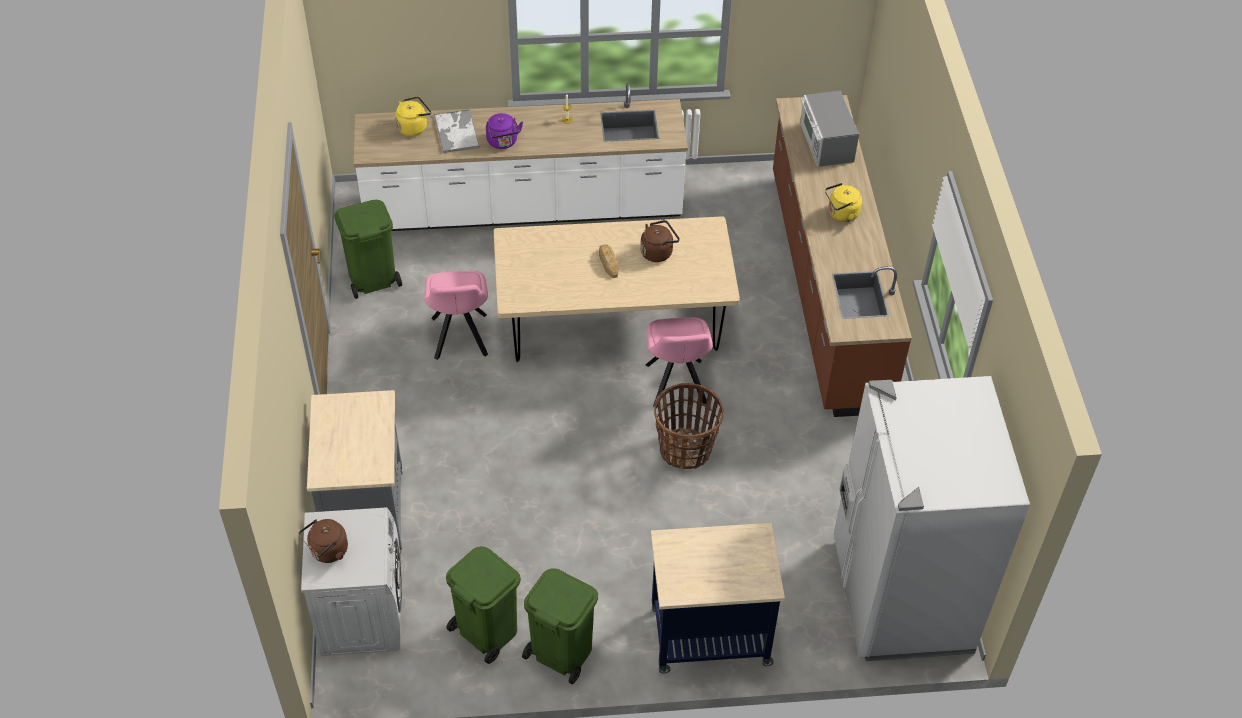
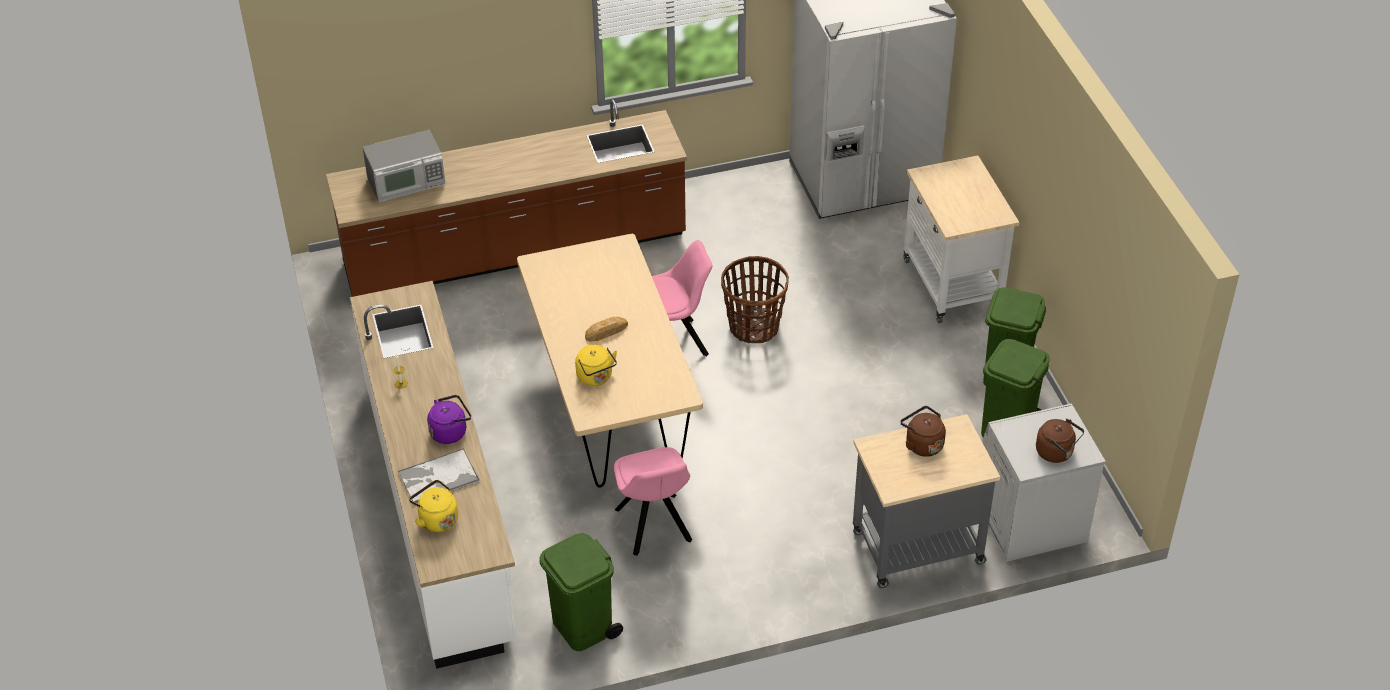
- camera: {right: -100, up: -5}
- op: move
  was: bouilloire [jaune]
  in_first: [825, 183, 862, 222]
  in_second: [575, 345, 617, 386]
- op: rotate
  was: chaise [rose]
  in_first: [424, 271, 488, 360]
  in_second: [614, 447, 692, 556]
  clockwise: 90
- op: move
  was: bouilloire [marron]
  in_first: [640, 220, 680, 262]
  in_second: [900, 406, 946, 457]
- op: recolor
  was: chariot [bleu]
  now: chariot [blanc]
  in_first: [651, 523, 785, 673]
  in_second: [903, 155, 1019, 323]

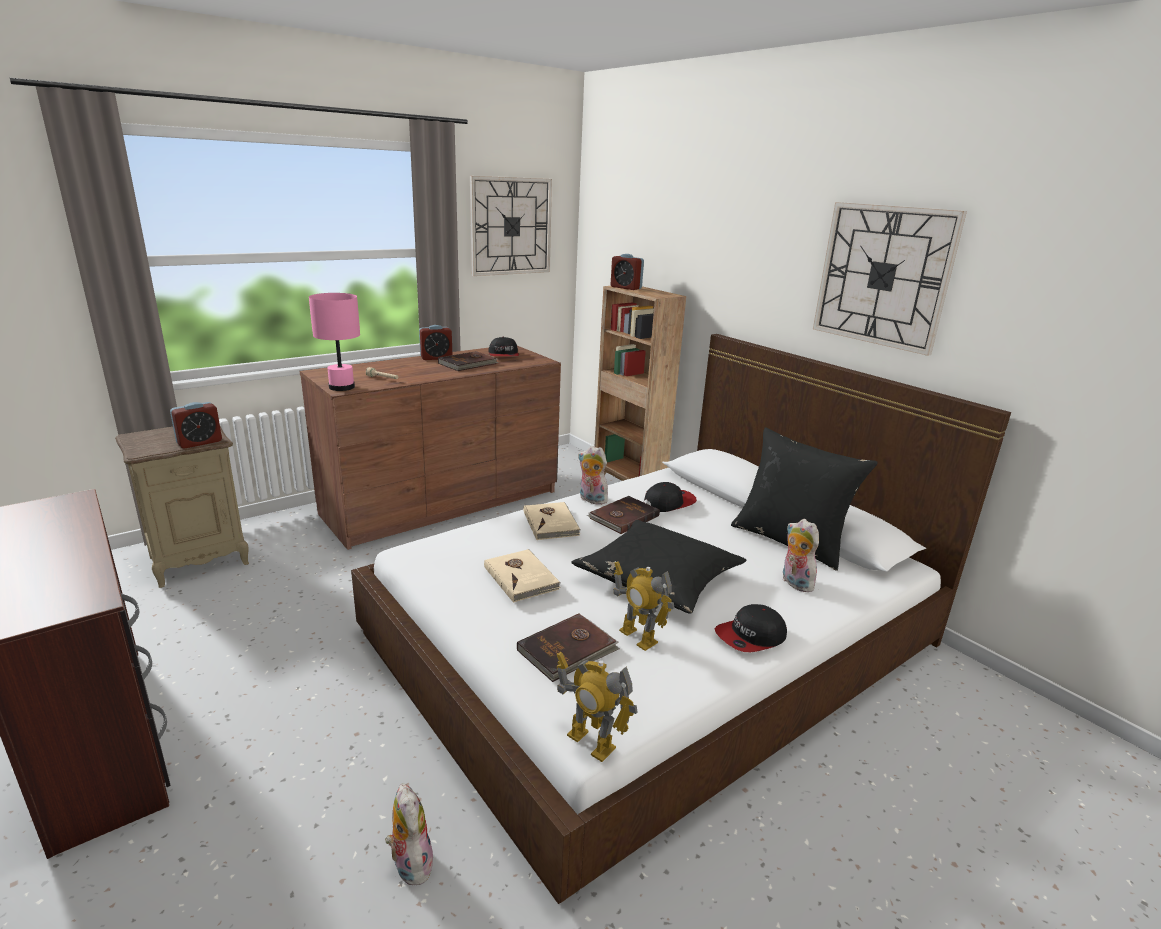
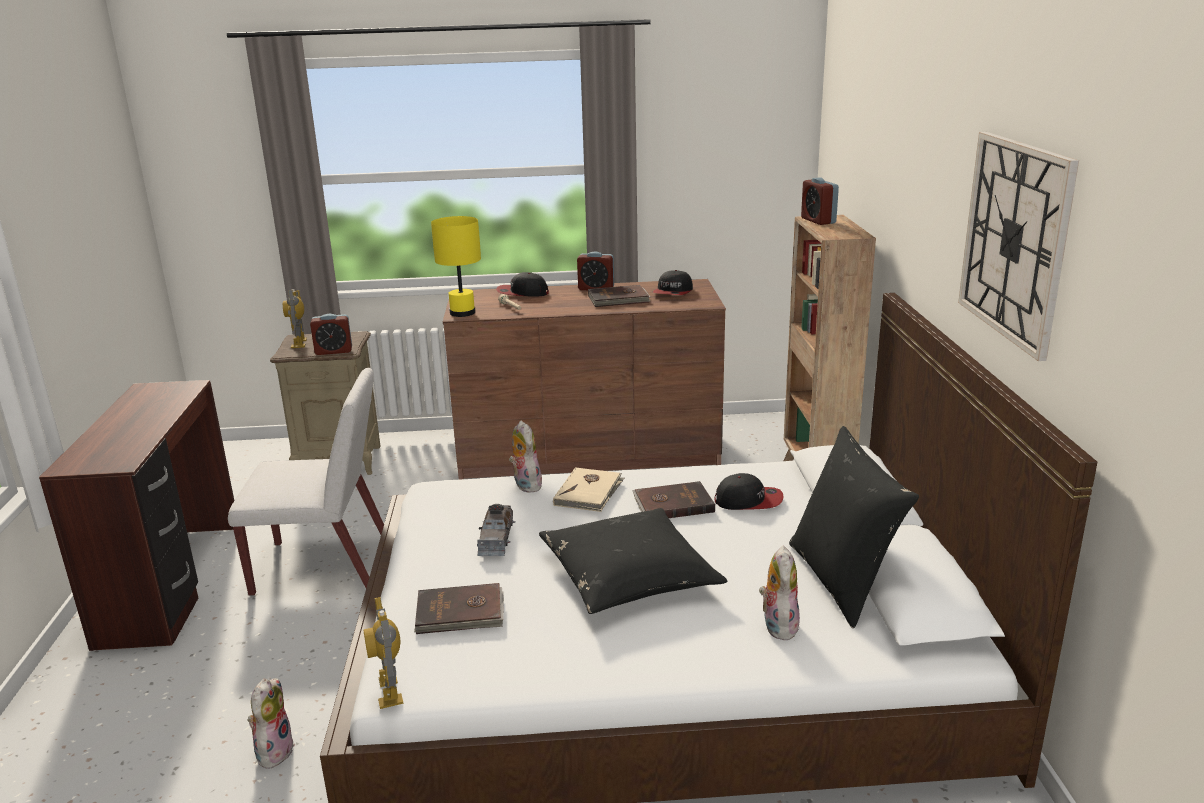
- camera: {right: 35, up: 0}
- op: insert
  now: chaise [blanc]
  in_second: [228, 368, 384, 596]
- op: move
  was: robot jouet
  in_first: [613, 562, 674, 651]
  in_second: [283, 289, 307, 348]
- op: recolor
  was: lampe de table [rose]
  now: lampe de table [jaune]
  in_first: [309, 293, 360, 391]
  in_second: [431, 216, 481, 317]
- op: replace
  was: livre [beige]
  now: petite voiture [gris]
  in_first: [484, 549, 561, 603]
  in_second: [477, 504, 515, 556]
- op: move
  was: casquette
  in_first: [714, 604, 787, 652]
  in_second: [496, 272, 549, 296]
- op: move
  was: peluche
  in_first: [578, 446, 608, 505]
  in_second: [509, 421, 542, 492]
- op: delete
  was: horloge murale
  in_first: [470, 176, 552, 276]

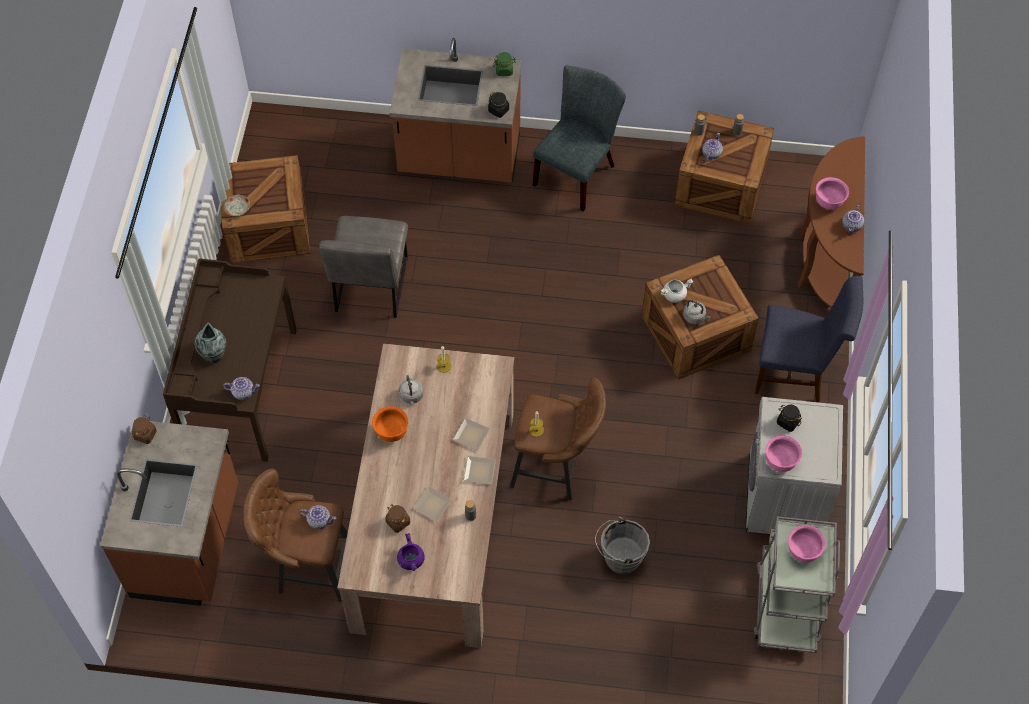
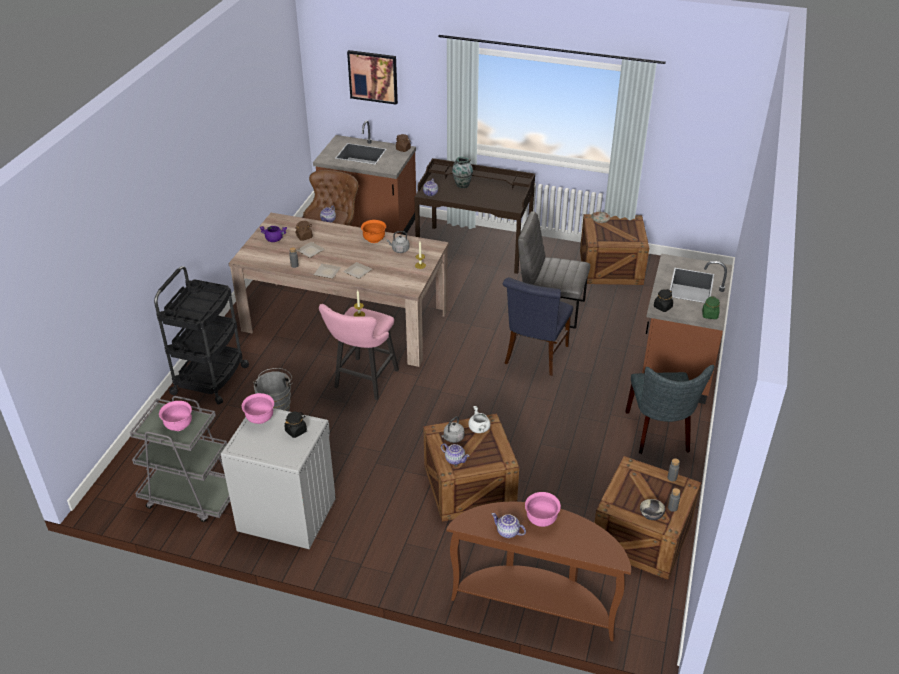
- camera: {right: 100, up: -20}
- op: insert
  now: chariot [noir]
  in_second: [154, 266, 249, 405]
- op: recolor
  was: tabouret [marron]
  now: tabouret [rose]
  in_first: [510, 378, 606, 500]
  in_second: [319, 304, 399, 400]
- op: insert
  now: tableau
  in_second: [347, 50, 398, 105]
- op: move
  was: théière
  in_first: [702, 133, 723, 162]
  in_second: [441, 443, 469, 465]
- op: move
  was: chaise [bleu]
  in_first: [755, 276, 863, 403]
  in_second: [503, 277, 573, 376]
- op: rotate
  was: chaise [gris]
  in_first: [532, 66, 626, 212]
  in_second: [625, 365, 715, 454]
  clockwise: 45
- op: insert
  now: bol
  in_second: [640, 499, 665, 520]

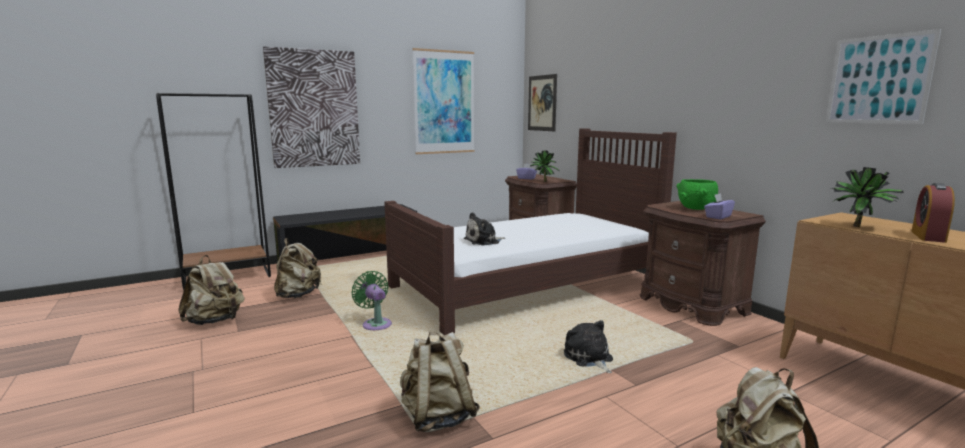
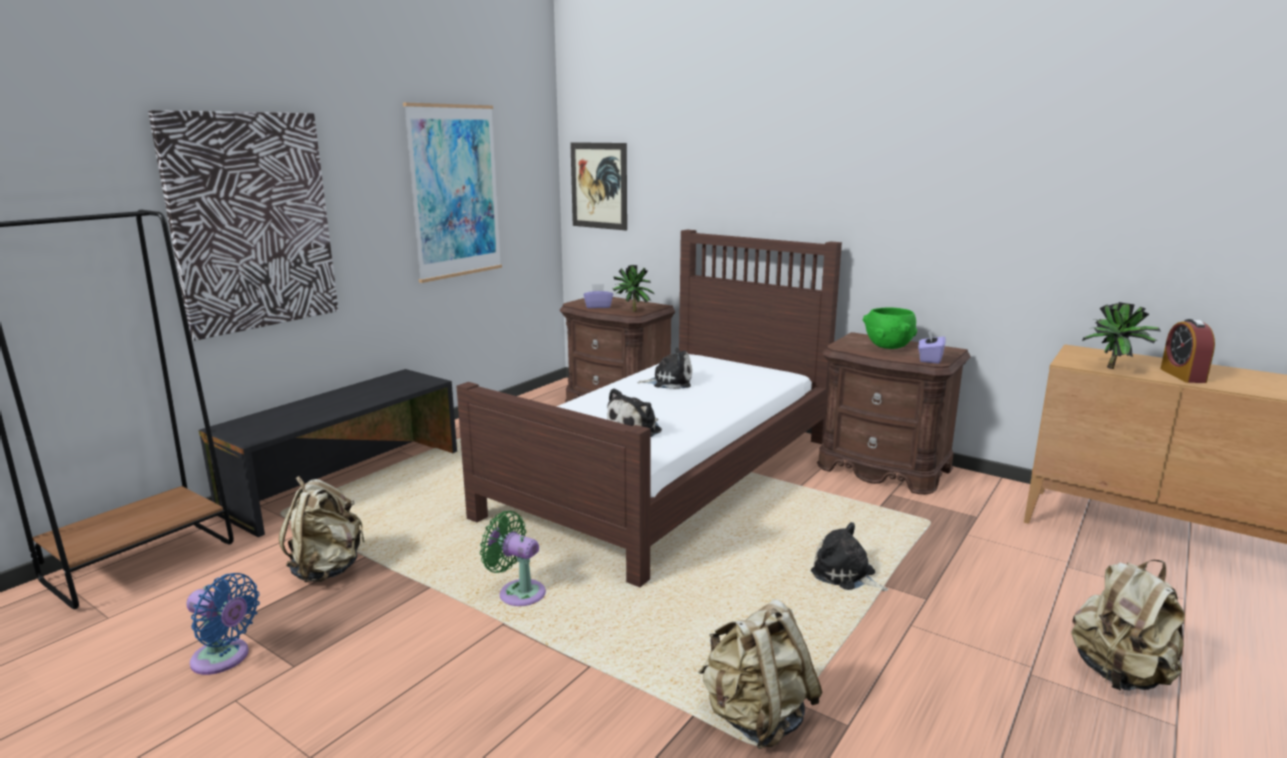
- camera: {right: -25, up: 5}
- op: replace
  was: sac à dos [beige]
  now: ventilateur [bleu]
  in_first: [178, 255, 245, 325]
  in_second: [187, 573, 260, 675]
- op: insert
  now: peluche
  in_second: [637, 348, 692, 389]
- op: delete
  was: tableau
  in_first: [826, 29, 941, 124]

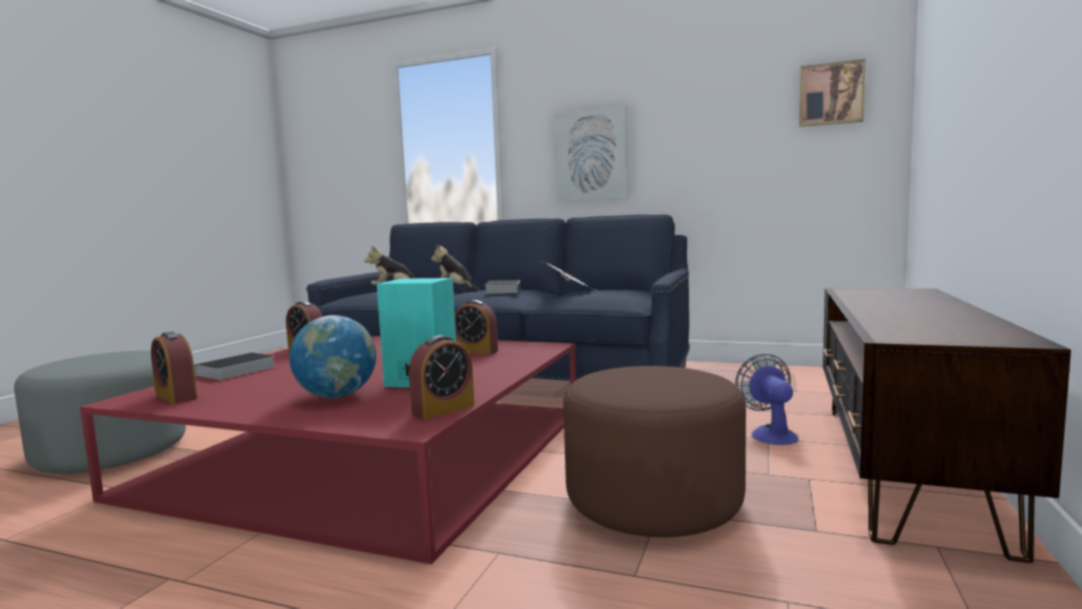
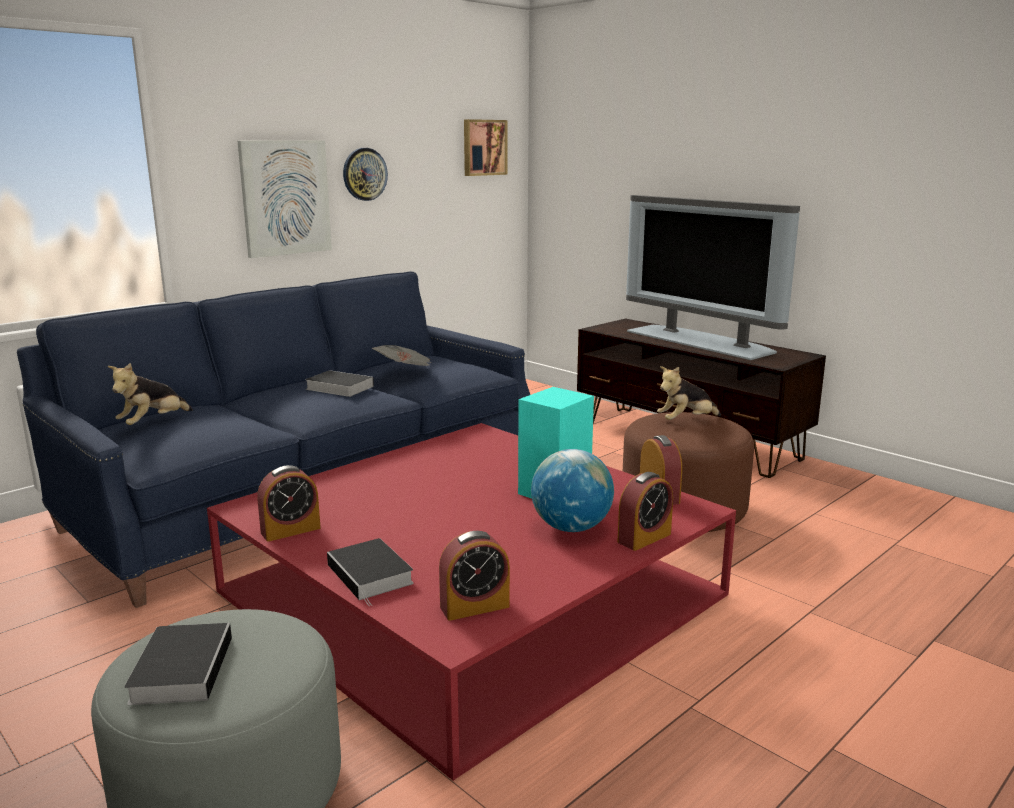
- camera: {right: -65, up: 10}
- op: insert
  now: livre
  in_second: [124, 623, 232, 705]
- op: insert
  now: horloge murale
  in_second: [343, 148, 388, 201]
- op: move
  was: réveil
  in_first: [455, 300, 498, 355]
  in_second: [617, 472, 673, 551]
- op: insert
  now: téléviseur
  in_second: [626, 195, 800, 360]
- op: move
  was: peluche
  in_first: [431, 244, 480, 291]
  in_second: [657, 366, 721, 420]
- op: delete
  was: ventilateur
  in_first: [735, 354, 799, 445]

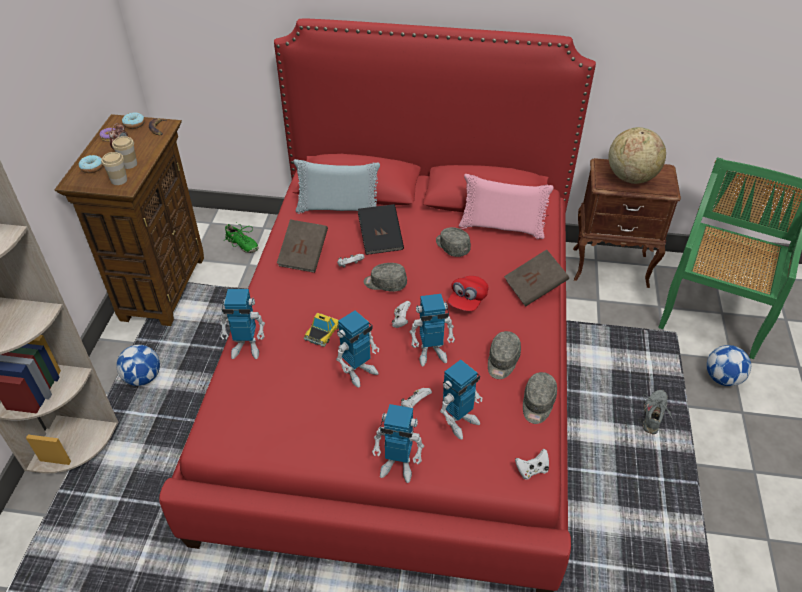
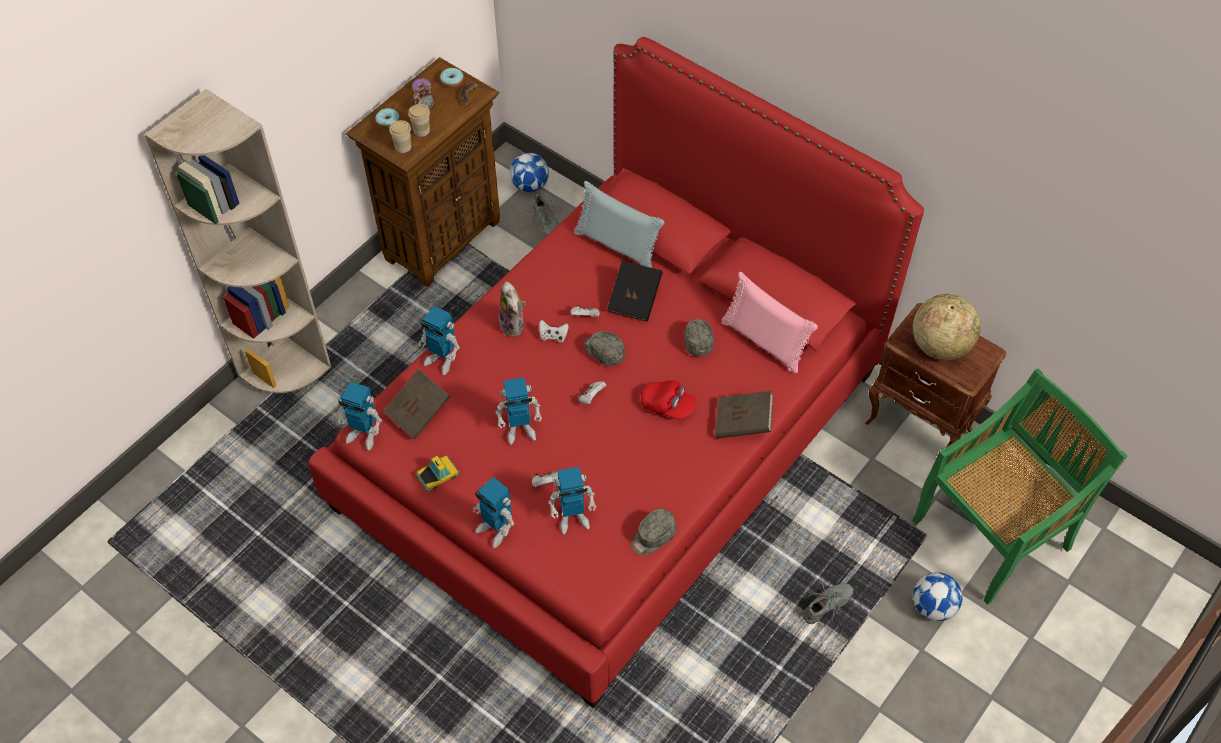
- camera: {right: 30, up: 10}
- op: move
  was: robot jouet
  in_first: [410, 294, 455, 366]
  in_second: [338, 382, 382, 451]
- op: move
  was: livre [marron]
  in_first: [277, 219, 328, 273]
  in_second: [383, 369, 451, 439]
- op: move
  was: petite voiture
  in_first: [303, 313, 339, 347]
  in_second: [416, 455, 460, 492]
- op: insert
  now: peluche
  in_second: [499, 281, 526, 337]
- op: move
  was: ballon de foot
  in_first: [116, 345, 160, 386]
  in_second: [510, 153, 549, 192]
- op: recolor
  was: chaussure [vert]
  now: chaussure [gris]
  in_first: [225, 223, 259, 253]
  in_second: [526, 194, 561, 236]
- op: move
  was: manette [blanc]
  in_first: [515, 449, 549, 480]
  in_second: [539, 320, 568, 343]
- op: rotate
  was: casquette [rouge]
  in_first: [448, 276, 488, 311]
  in_second: [641, 380, 696, 419]
  clockwise: -120
- op: delete
  was: casquette [gris]
  in_first: [488, 331, 521, 379]

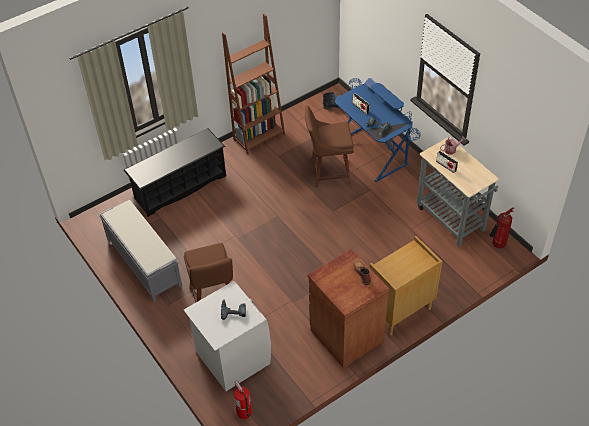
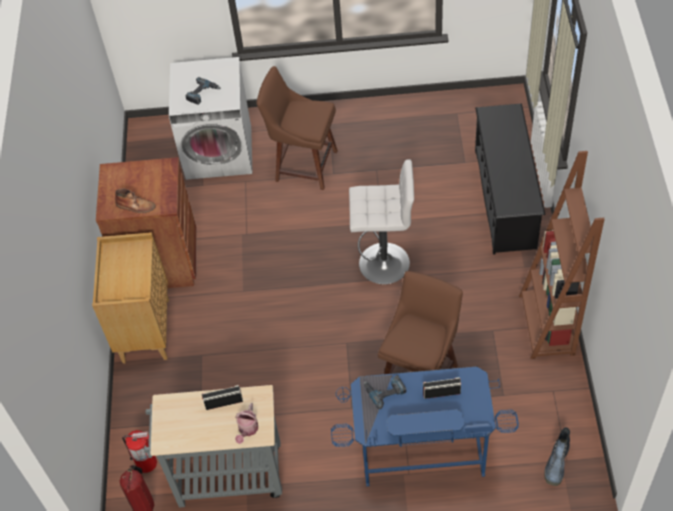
- camera: {right: 125, up: 5}
- op: move
  was: extincteur
  in_first: [234, 381, 252, 419]
  in_second: [122, 430, 157, 473]
- op: insert
  now: tabouret [blanc]
  in_second: [349, 159, 414, 284]
- op: delete
  was: banc [gris]
  in_first: [99, 200, 182, 302]

